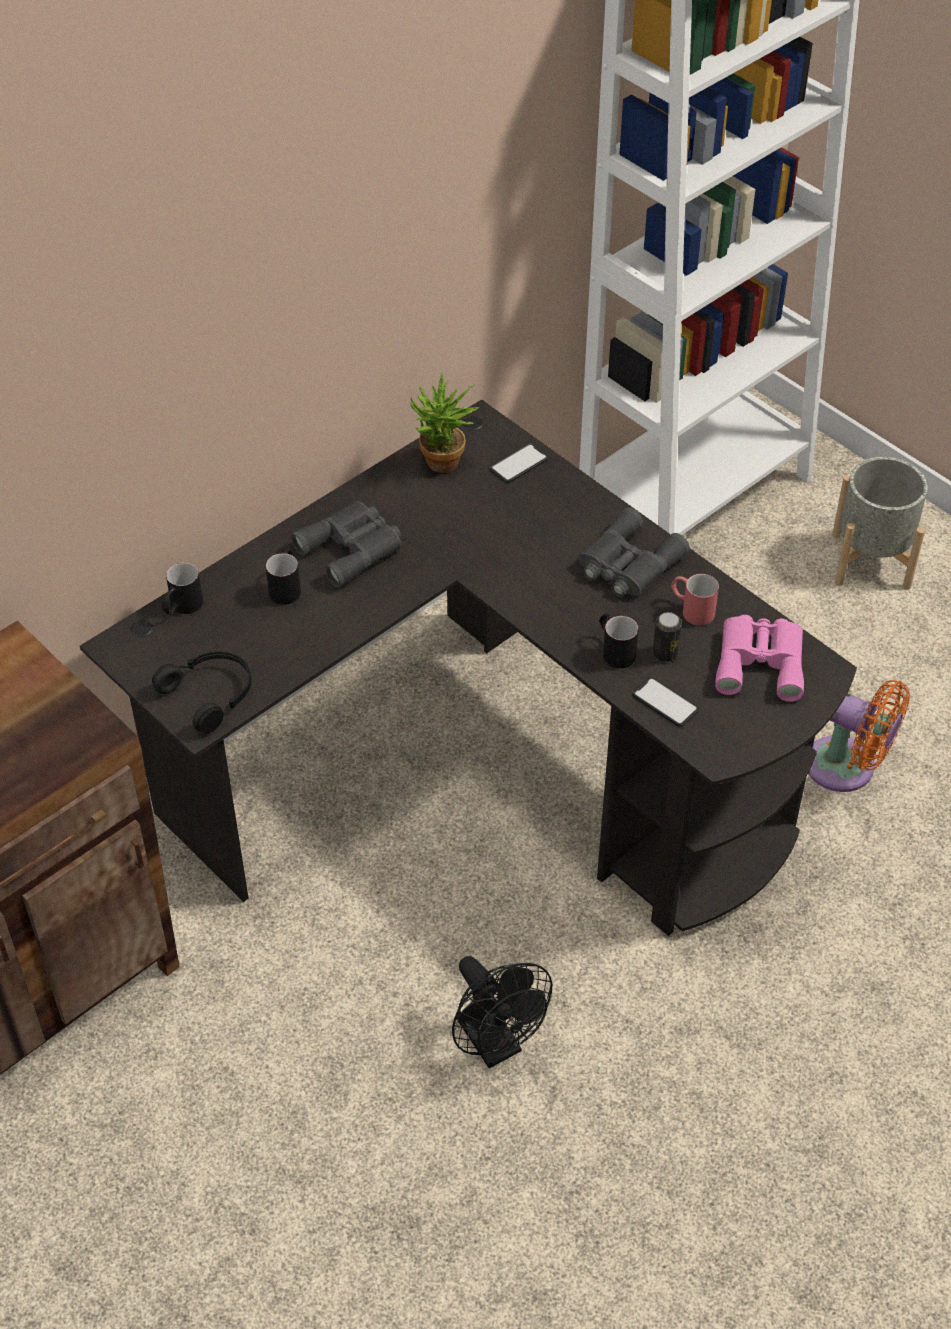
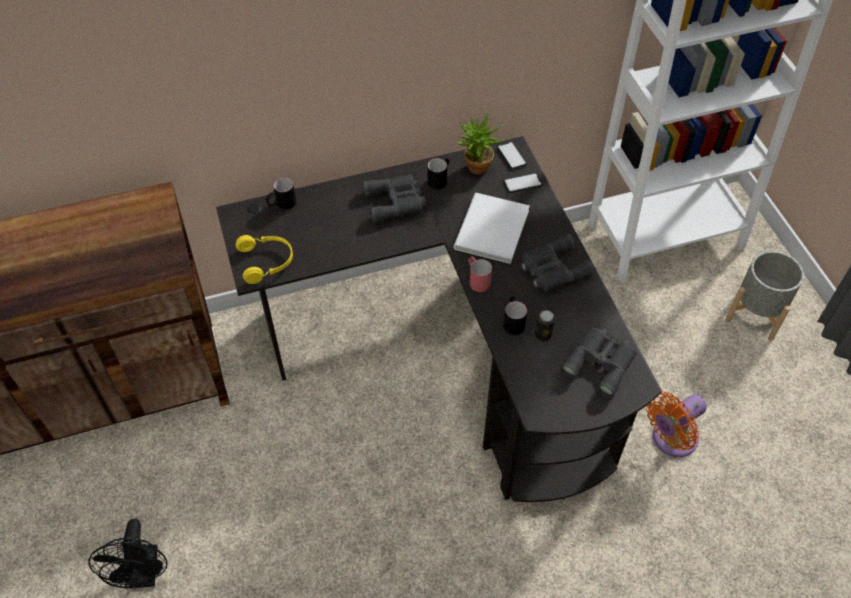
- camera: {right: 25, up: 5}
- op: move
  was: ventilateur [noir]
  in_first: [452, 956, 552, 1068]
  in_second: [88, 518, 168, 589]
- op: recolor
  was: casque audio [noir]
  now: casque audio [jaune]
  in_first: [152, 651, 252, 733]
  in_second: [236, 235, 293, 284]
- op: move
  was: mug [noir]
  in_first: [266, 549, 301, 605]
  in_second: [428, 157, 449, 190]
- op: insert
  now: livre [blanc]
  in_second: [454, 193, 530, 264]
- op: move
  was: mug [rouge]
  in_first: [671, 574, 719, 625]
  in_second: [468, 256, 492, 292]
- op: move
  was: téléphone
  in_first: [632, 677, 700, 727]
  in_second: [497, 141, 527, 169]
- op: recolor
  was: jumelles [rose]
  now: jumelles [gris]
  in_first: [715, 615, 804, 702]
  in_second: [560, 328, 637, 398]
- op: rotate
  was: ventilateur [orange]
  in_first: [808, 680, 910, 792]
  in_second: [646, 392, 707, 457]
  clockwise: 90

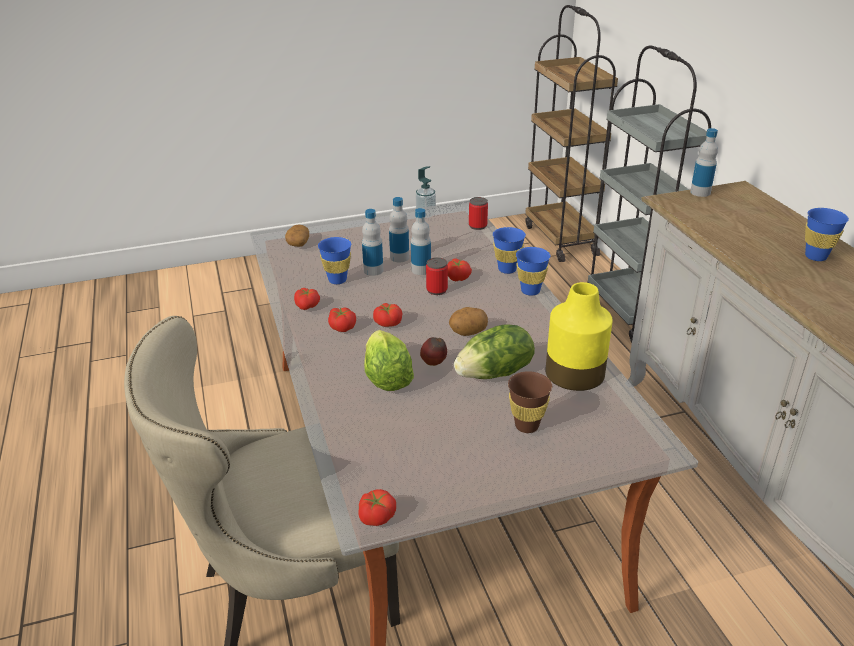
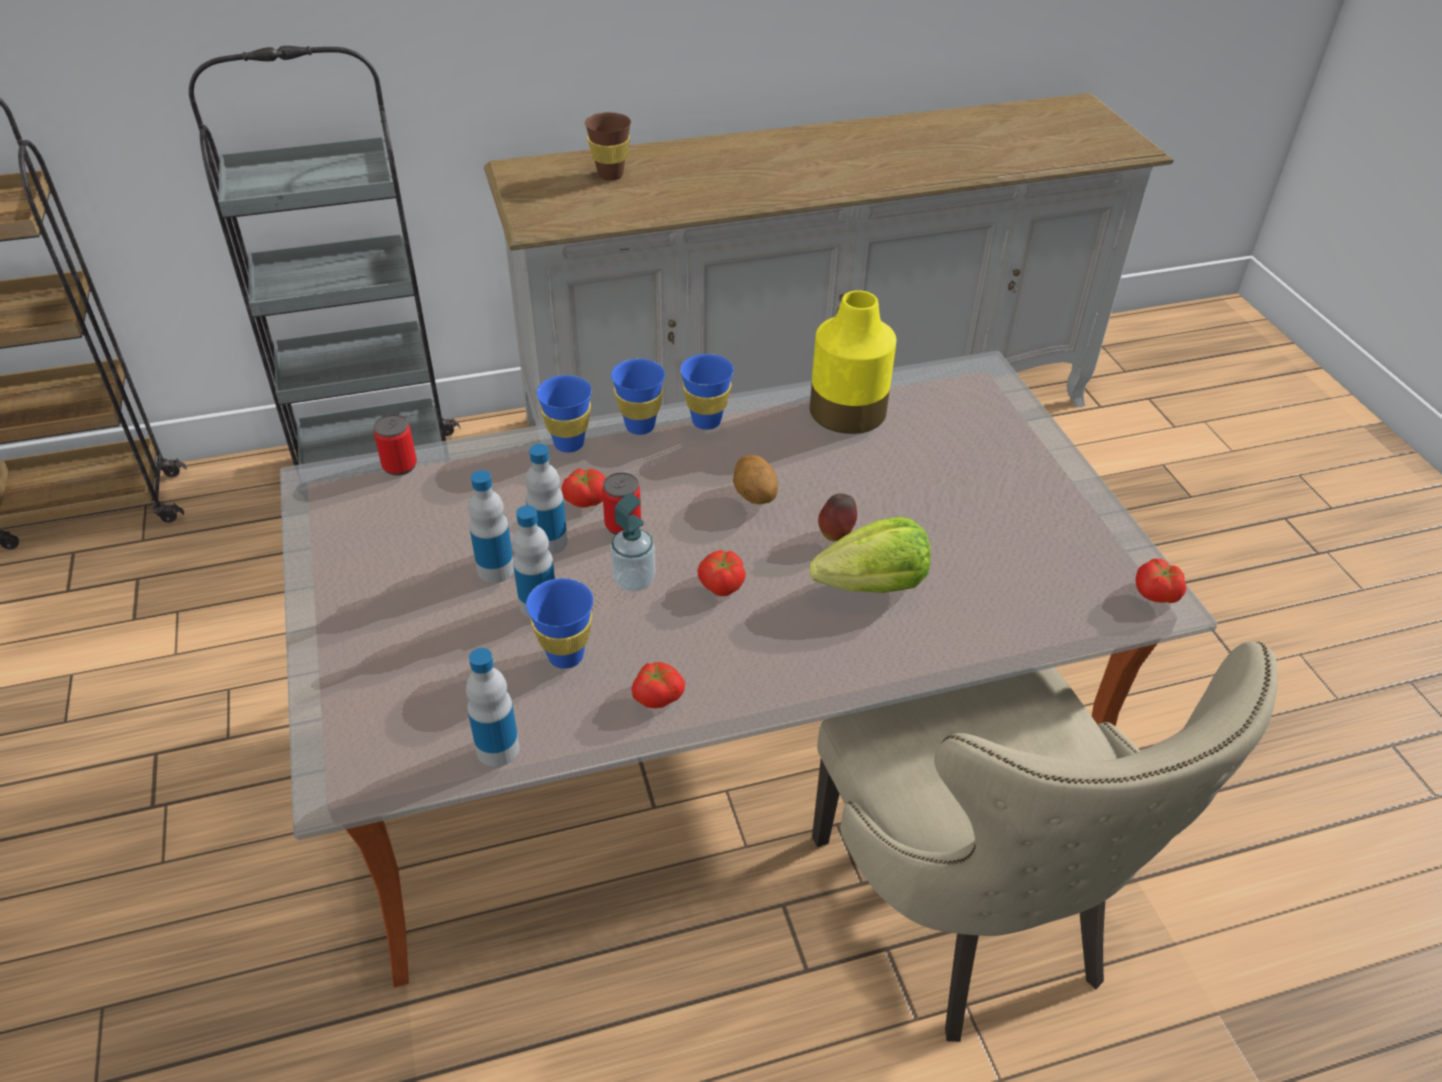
- camera: {right: -90, up: 10}
- op: move
  was: bouteille
  in_first: [690, 128, 718, 197]
  in_second: [466, 648, 520, 767]
- op: move
  was: tasse [marron]
  in_first: [508, 371, 552, 433]
  in_second: [585, 112, 631, 181]
- op: move
  was: distributeur de savon
  in_first: [415, 166, 436, 218]
  in_second: [610, 493, 655, 592]
- op: move
  was: tasse [bleu]
  in_first: [805, 208, 849, 261]
  in_second: [680, 354, 734, 430]
- op: delete
  was: pomme de terre
  in_first: [285, 225, 309, 247]
- op: delete
  was: tomate
  in_first: [328, 307, 356, 332]
- op: delete
  was: laitue
  in_first: [454, 324, 535, 379]

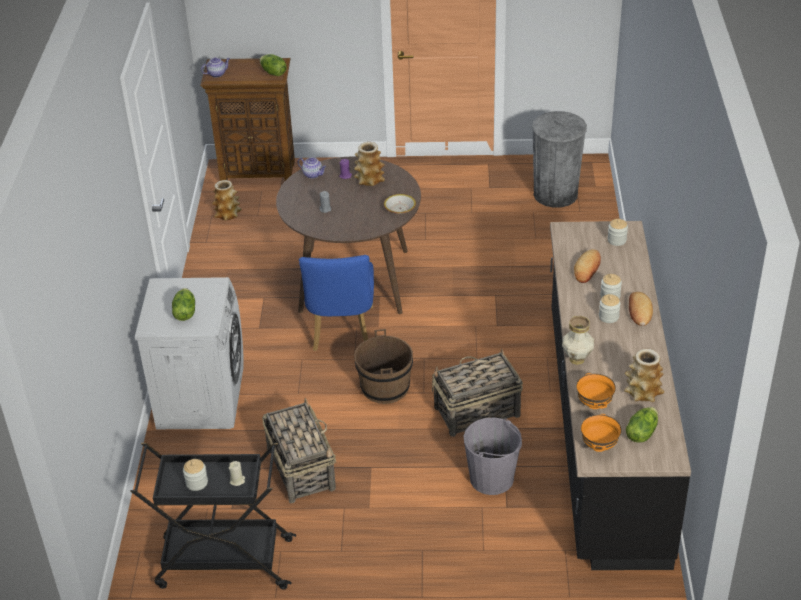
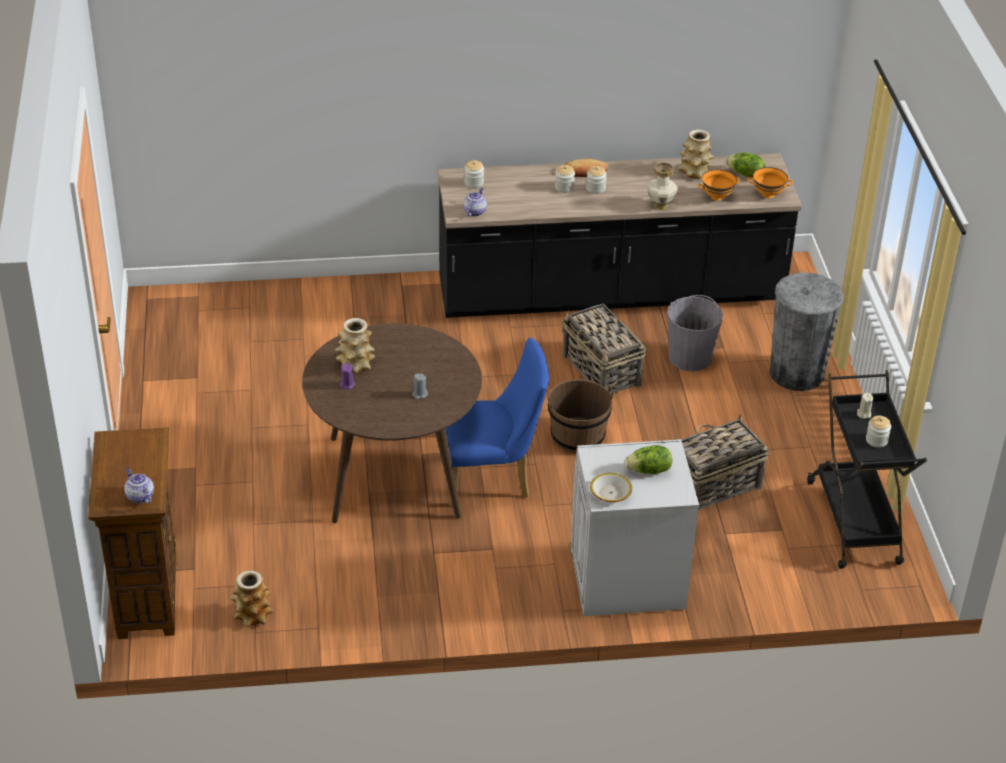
- camera: {right: -100, up: 0}
- op: move
  was: théière
  in_first: [298, 157, 326, 179]
  in_second: [463, 188, 487, 216]
- op: move
  was: bol
  in_first: [384, 194, 416, 214]
  in_second: [590, 473, 632, 502]
- op: move
  was: poubelle [gris]
  in_first: [532, 111, 587, 208]
  in_second: [769, 272, 844, 391]
- op: delete
  was: laitue
  in_first: [259, 54, 287, 76]
- op: delete
  was: pain
  in_first: [574, 249, 601, 283]

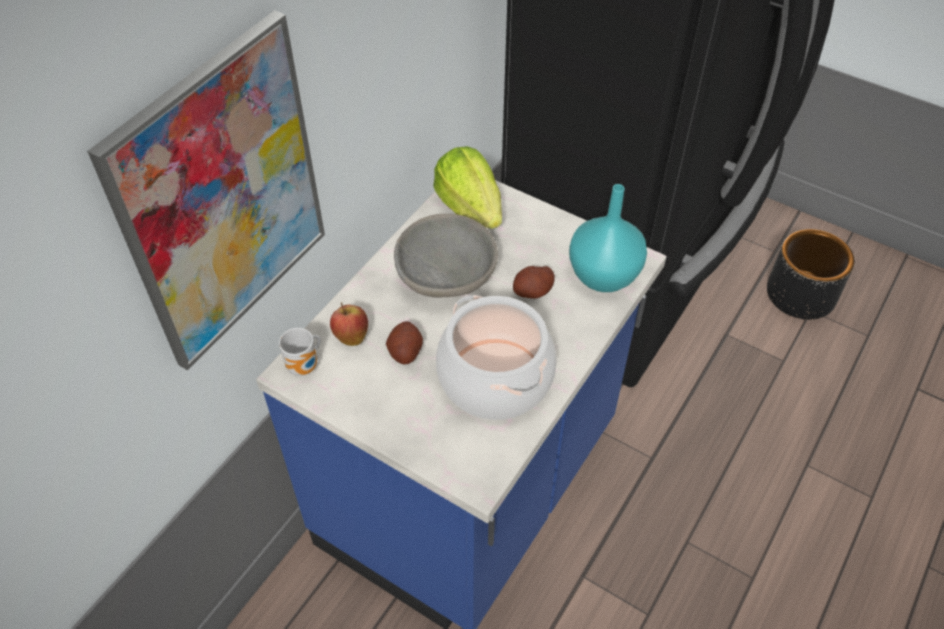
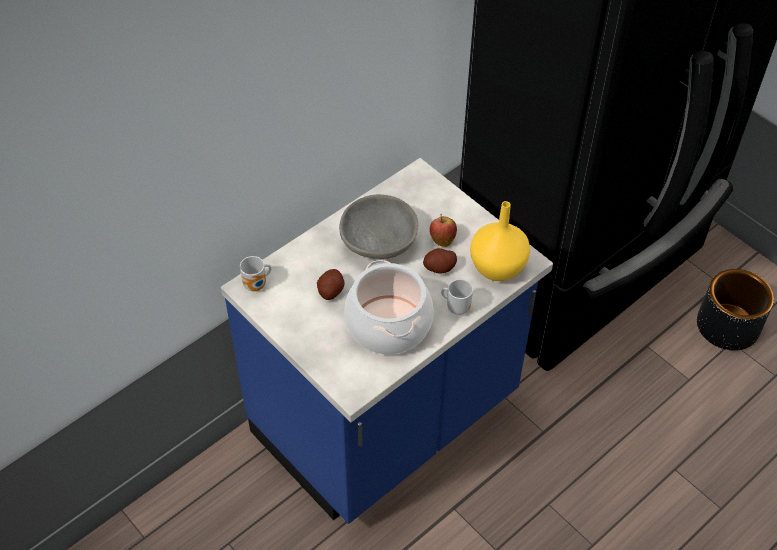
- camera: {right: 15, up: 0}
- op: move
  was: pomme
  in_first: [330, 303, 368, 346]
  in_second: [429, 214, 457, 247]
- op: insert
  now: mug
  in_second: [441, 279, 473, 315]
- op: recolor
  was: vase [turquoise]
  now: vase [jaune]
  in_first: [569, 184, 647, 292]
  in_second: [470, 201, 530, 281]
- op: delete
  was: tableau
  in_first: [87, 10, 325, 370]
- op: delete
  was: laitue
  in_first: [433, 146, 502, 229]

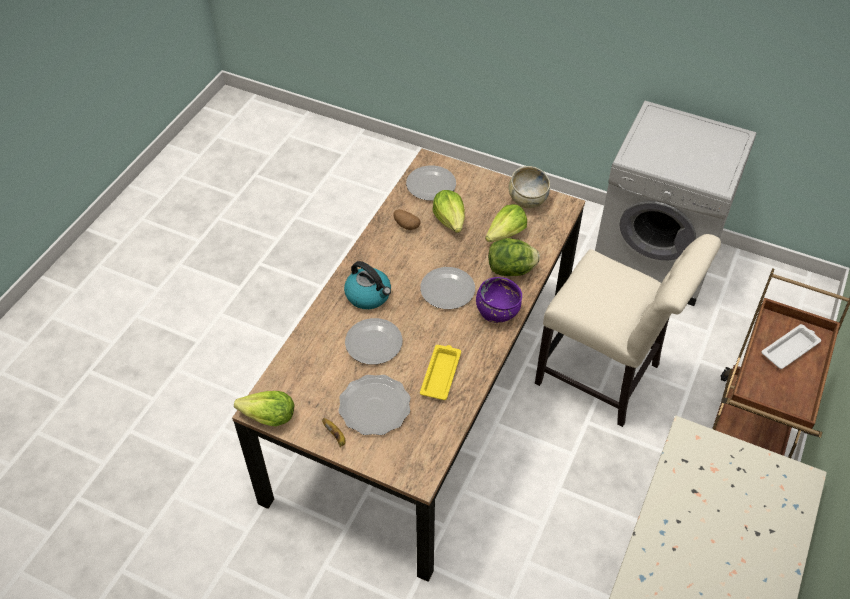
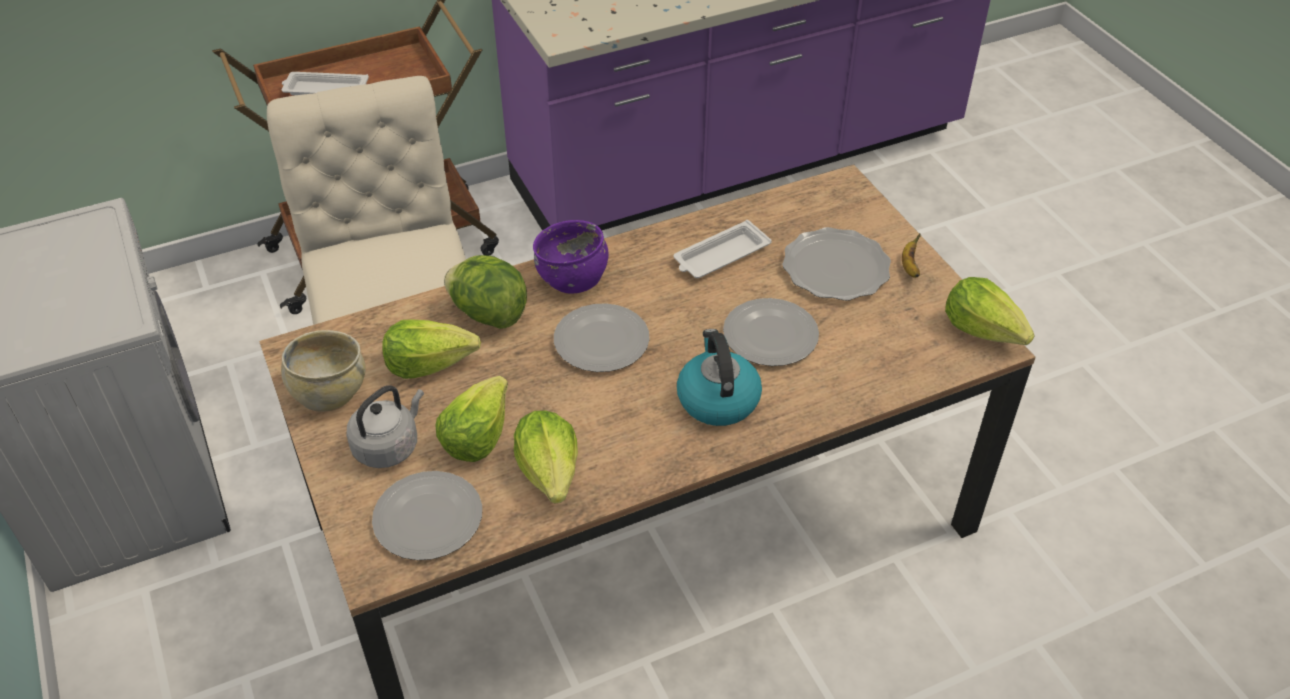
- camera: {right: -140, up: -5}
- op: insert
  now: bouilloire [gris]
  in_second: [346, 385, 424, 468]
- op: replace
  was: pomme de terre
  now: laitue
  in_first: [393, 209, 421, 230]
  in_second: [514, 411, 578, 503]
- op: recolor
  was: plateau [jaune]
  now: plateau [blanc]
  in_first: [420, 345, 461, 400]
  in_second: [673, 220, 772, 278]

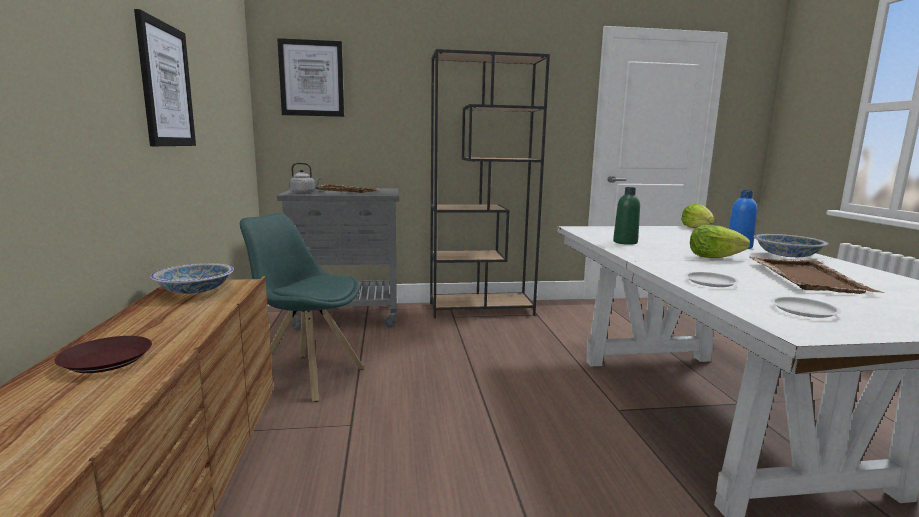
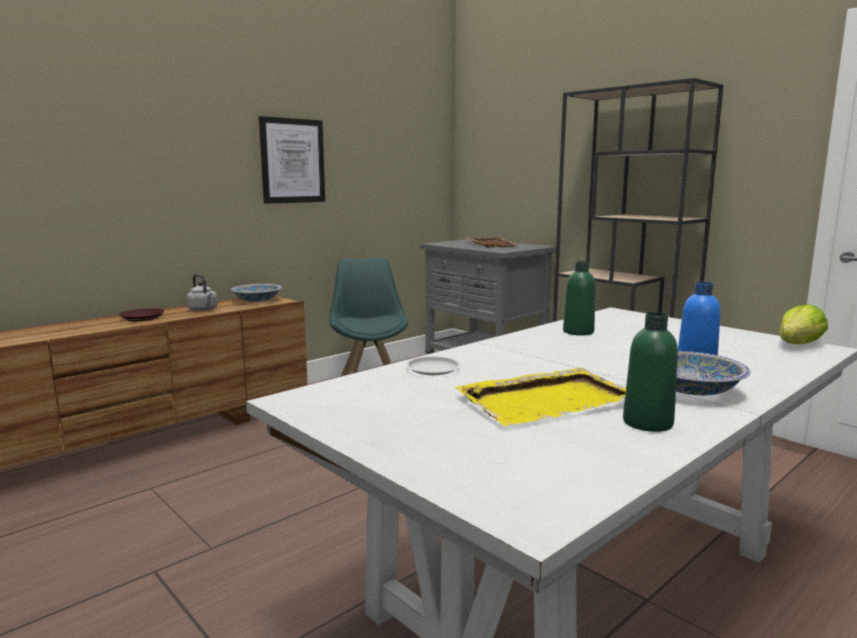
- camera: {right: 55, up: 0}
- op: move
  was: bouilloire [gris]
  in_first: [289, 162, 322, 194]
  in_second: [186, 274, 218, 311]
- op: recolor
  was: plateau [marron]
  now: plateau [jaune]
  in_first: [750, 257, 885, 294]
  in_second: [454, 367, 626, 426]
- op: insert
  now: bouteille [vert]
  in_second: [623, 312, 678, 432]
- op: delete
  was: tableau
  in_first: [277, 38, 344, 117]
- op: delete
  was: laitue
  in_first: [690, 225, 750, 258]
- op: delete
  was: assiette [blanc]
  in_first: [771, 297, 841, 318]

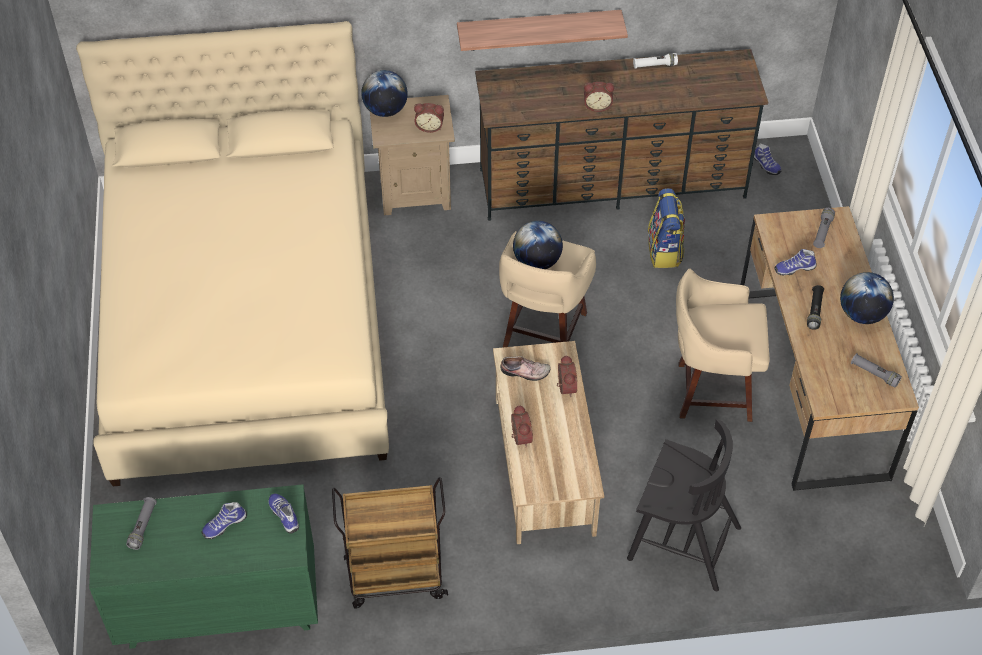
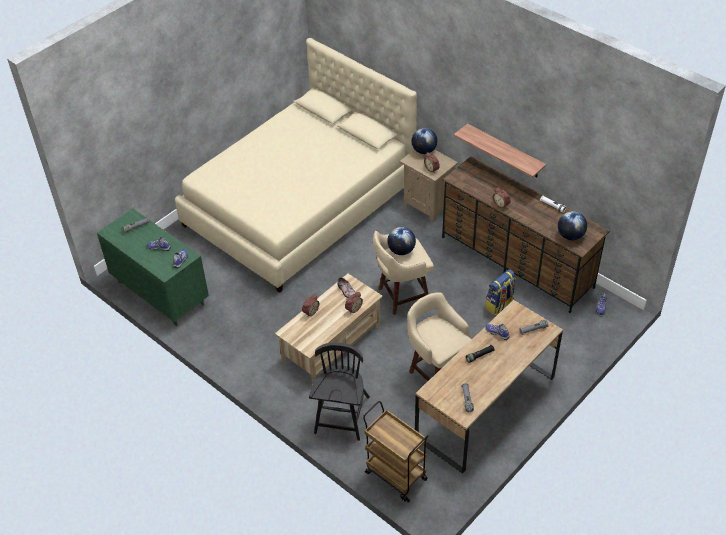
- camera: {right: 50, up: -5}
- op: rotate
  was: chaise [noir]
  in_first: [627, 419, 741, 591]
  in_second: [309, 342, 370, 441]
  clockwise: -150
- op: move
  was: chariot [marron]
  in_first: [332, 477, 448, 609]
  in_second: [363, 401, 429, 502]
- op: move
  was: globe
  in_first: [840, 272, 894, 324]
  in_second: [558, 211, 587, 240]

